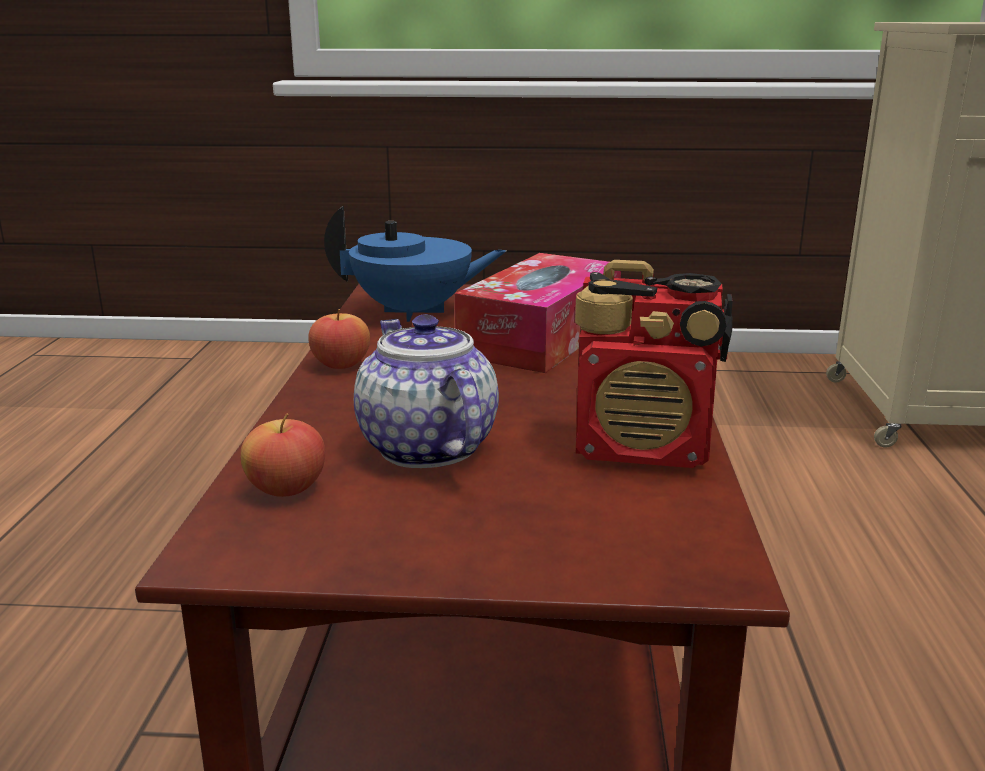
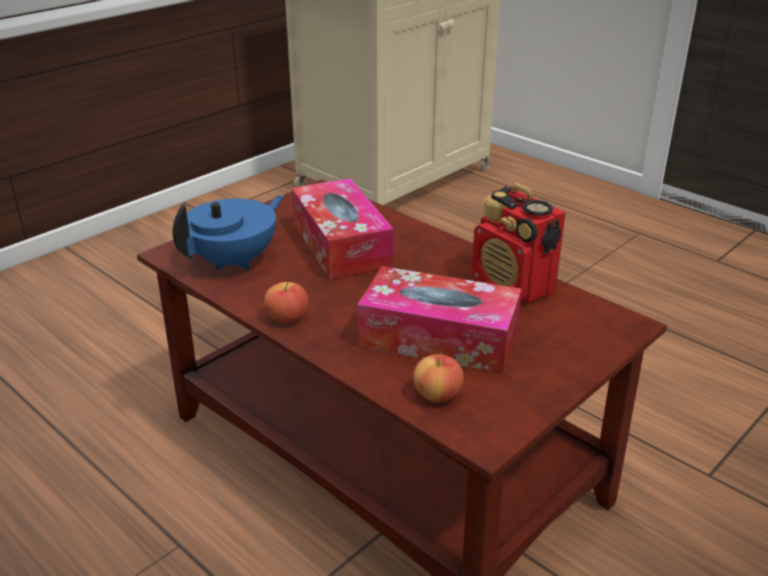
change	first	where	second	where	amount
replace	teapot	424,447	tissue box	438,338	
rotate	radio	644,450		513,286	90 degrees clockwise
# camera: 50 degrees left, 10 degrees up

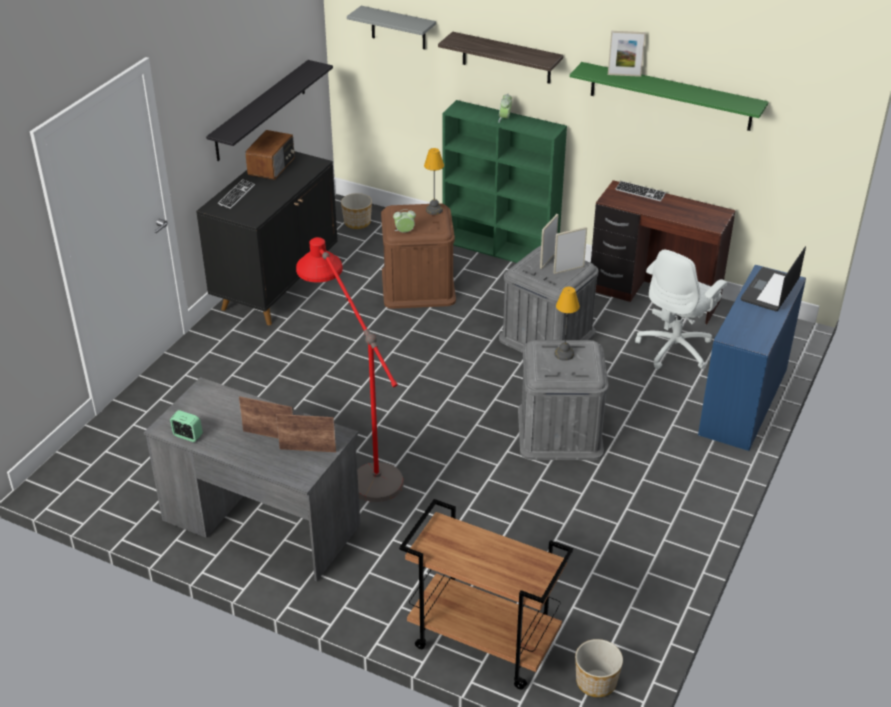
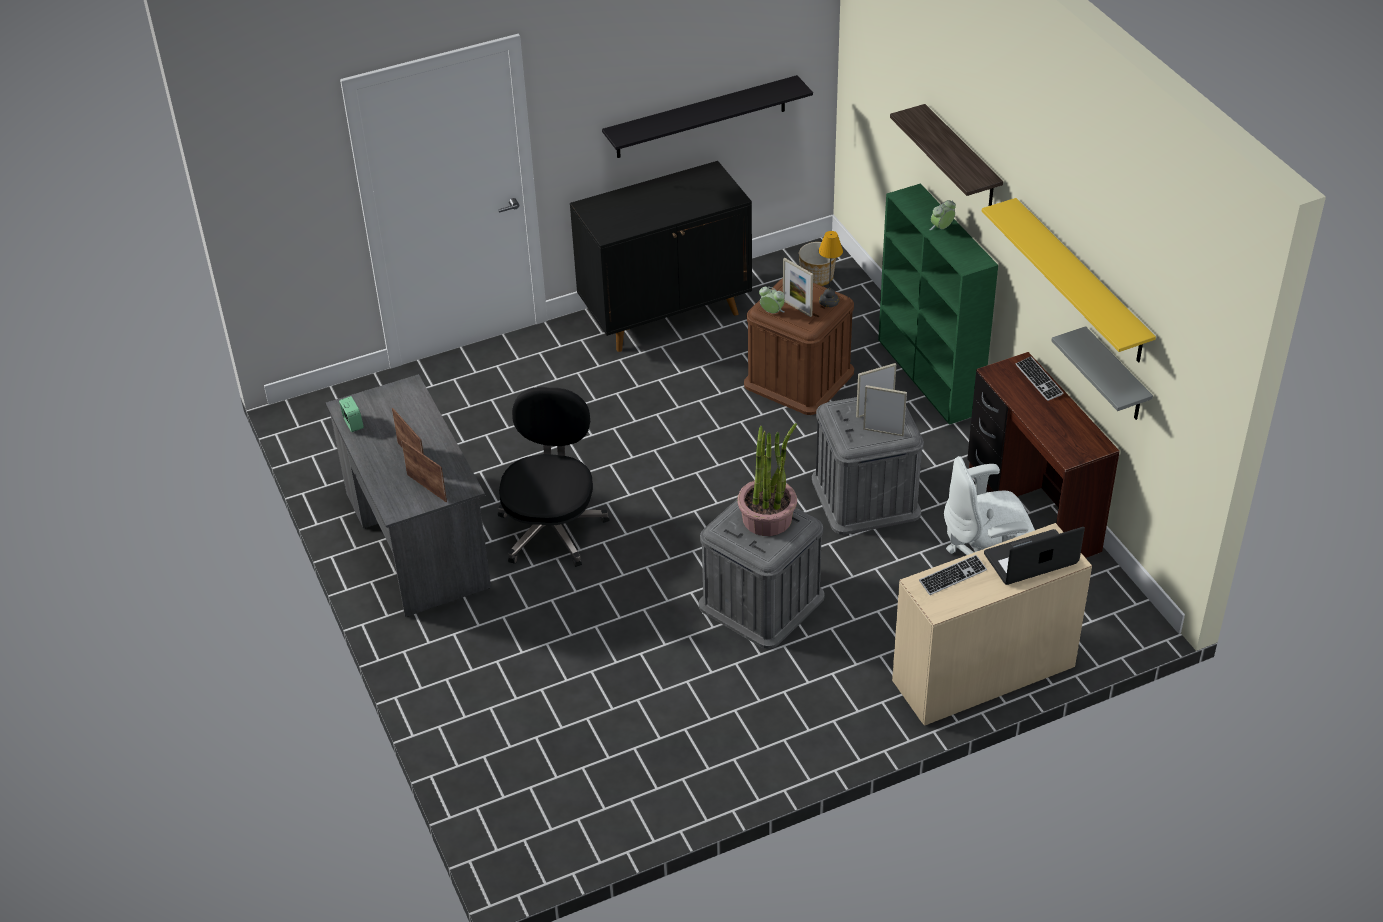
change	first	where	second	where	amount
move	keyboard	236,195		952,576	
delete	radio	272,166			
replace	floor lamp/red	358,461	office chair/black	552,528	
move	shelf/grey	398,28		1116,377	
delete	cart/brown	482,643			
replace	table lamp	563,354	potted plant	767,518	
recolor	shelf/green	670,96	shelf/yellow	1080,281	
delete	planter	596,682			
move	picture frame	624,75		797,308	
recolor	desk/blue	742,401	desk/beige	982,673	
# camera: 40 degrees right, 5 degrees up

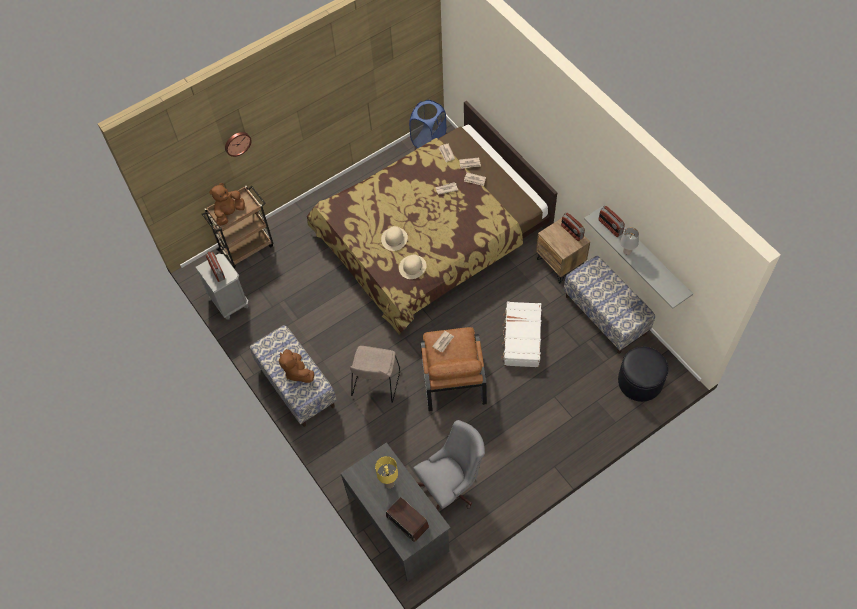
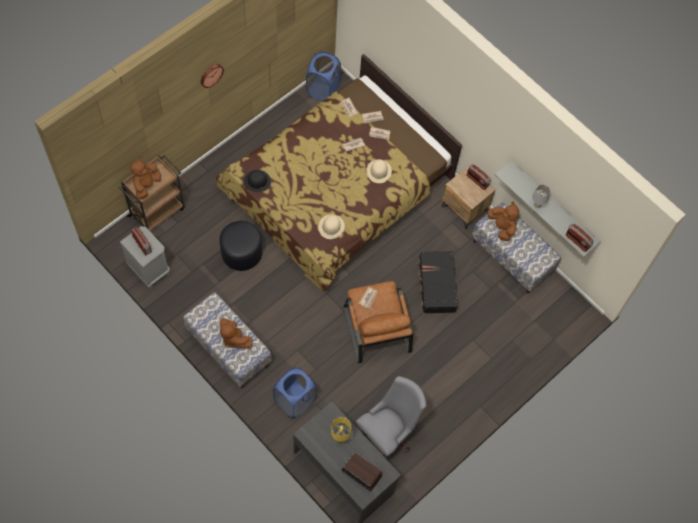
change	first	where	second	where	amount
move	wall clock	237,143		211,75	
delete	chair/beige	375,384			
move	hat/beige	394,239		379,171	
recolor	suitcase/white	521,338	suitcase/black	436,285	
move	radio	610,227		577,241	
move	ottoman/black	640,381		241,252	
insert			hat/black	257,181	
insert			laundry basket/blue	295,401	
insert			plush toy/brown	502,227	
# camera: 15 degrees left, 5 degrees up

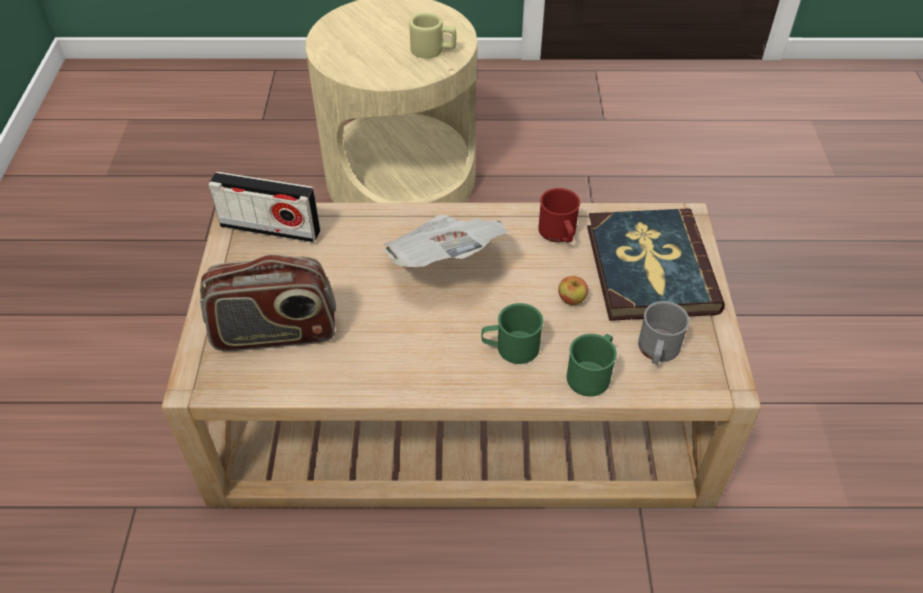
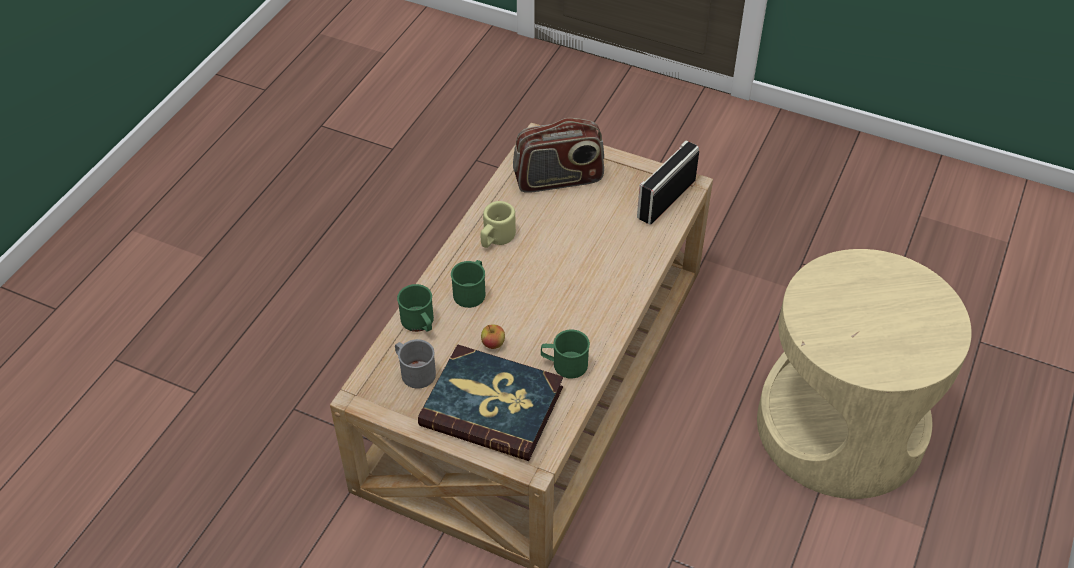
change	first	where	second	where	amount
rotate	radio	275,333		558,179	120 degrees counterclockwise
delete	newspaper	443,261			
move	mug/beige	433,50		496,238	
recolor	mug/red	559,234	mug/green	564,364	
# camera: 115 degrees right, 0 degrees up

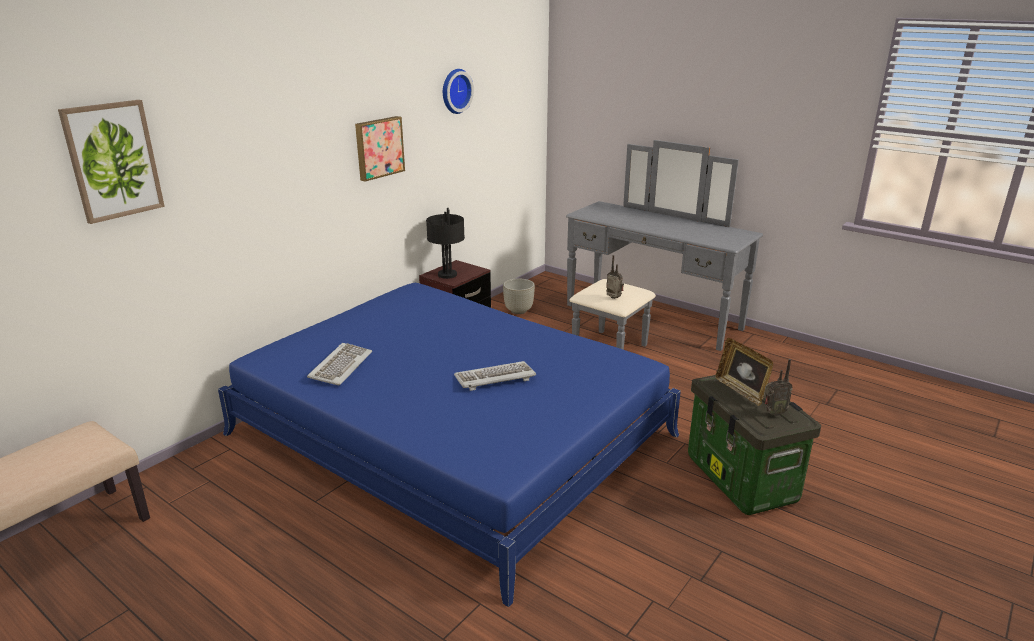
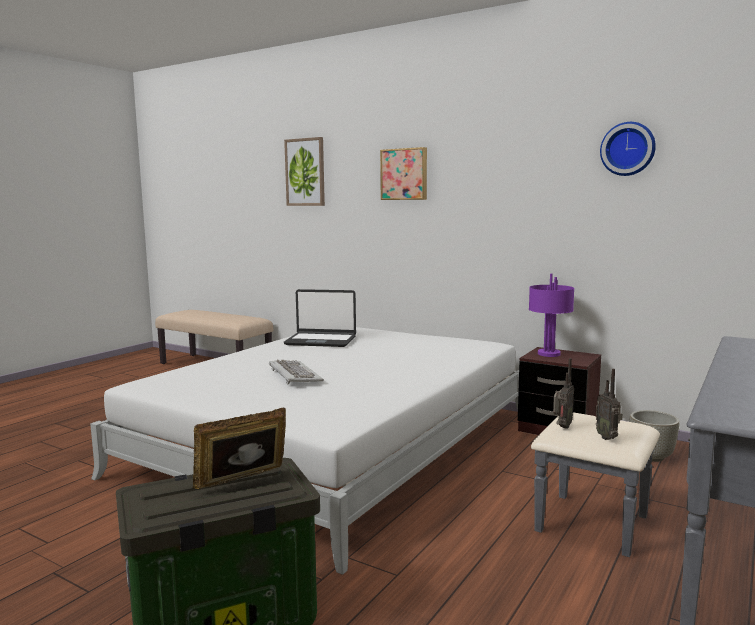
change	first	where	second	where	amount
recolor	bed/blue	451,435	bed/white	335,443	
replace	keyboard	340,366	laptop	321,341	
move	picture	378,147		404,174	
recolor	table lamp/black	446,275	table lamp/purple	548,354	
move	radio	773,413		607,437	
# camera: 85 degrees right, 15 degrees down

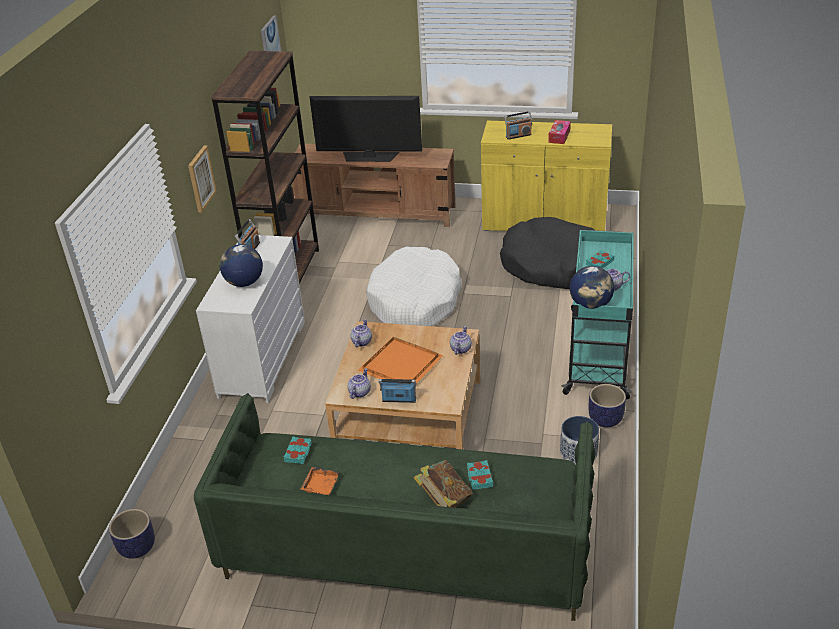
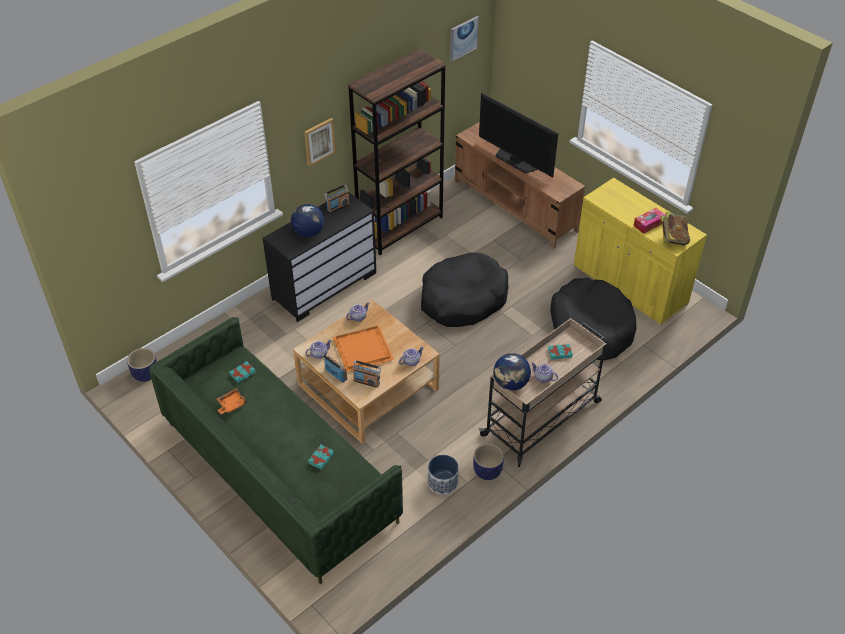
change	first	where	second	where	amount
recolor	dresser/white	262,358	dresser/black	324,286	
recolor	dog bed/white	415,301	dog bed/black	463,299	
move	book	444,500		672,238	
move	radio	518,135		366,381	
recolor	cart/turquoise	598,351	cart/beige	542,418	
# camera: 35 degrees right, 10 degrees up

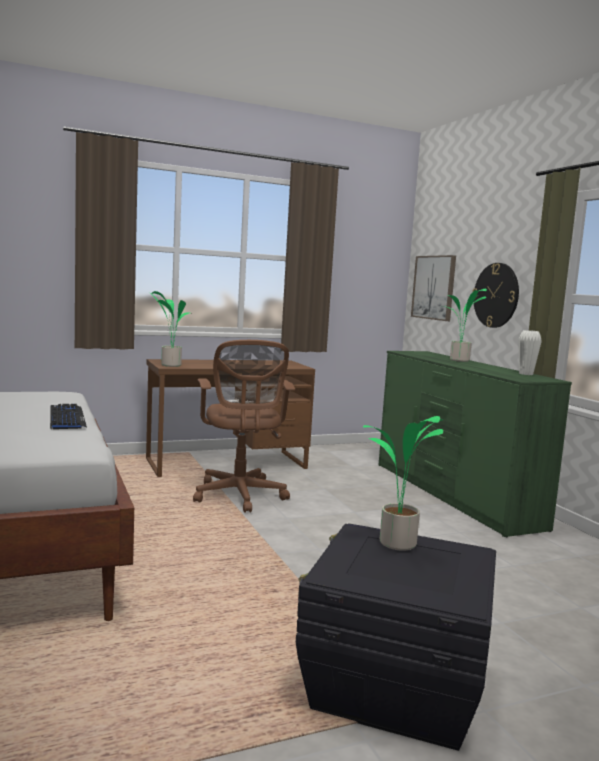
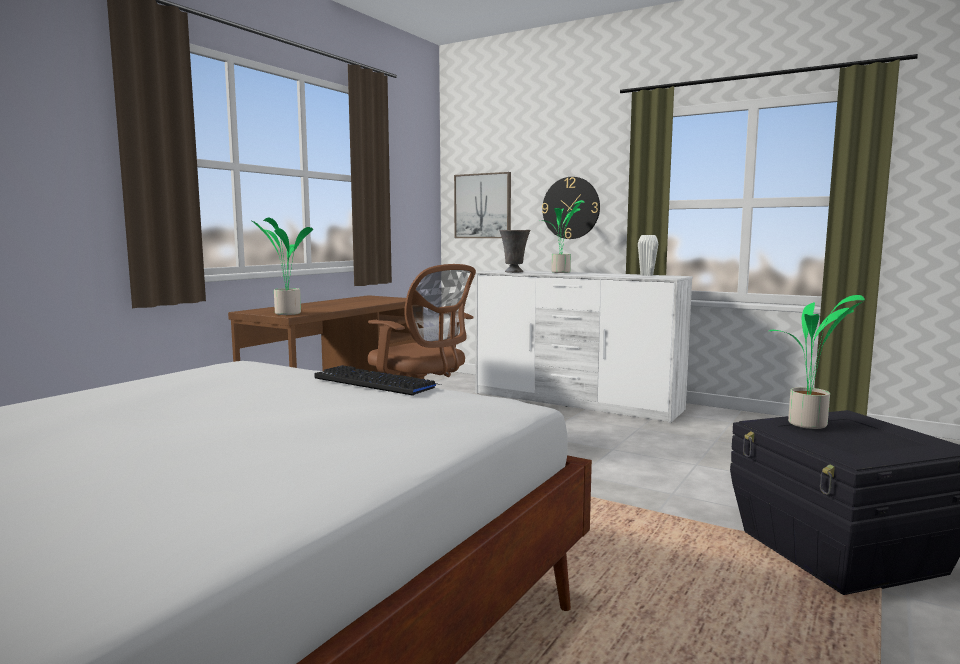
change	first	where	second	where	amount
recolor	dresser/green	453,494	dresser/white	575,402	
insert			vase/grey	514,272	
# camera: 35 degrees left, 0 degrees up

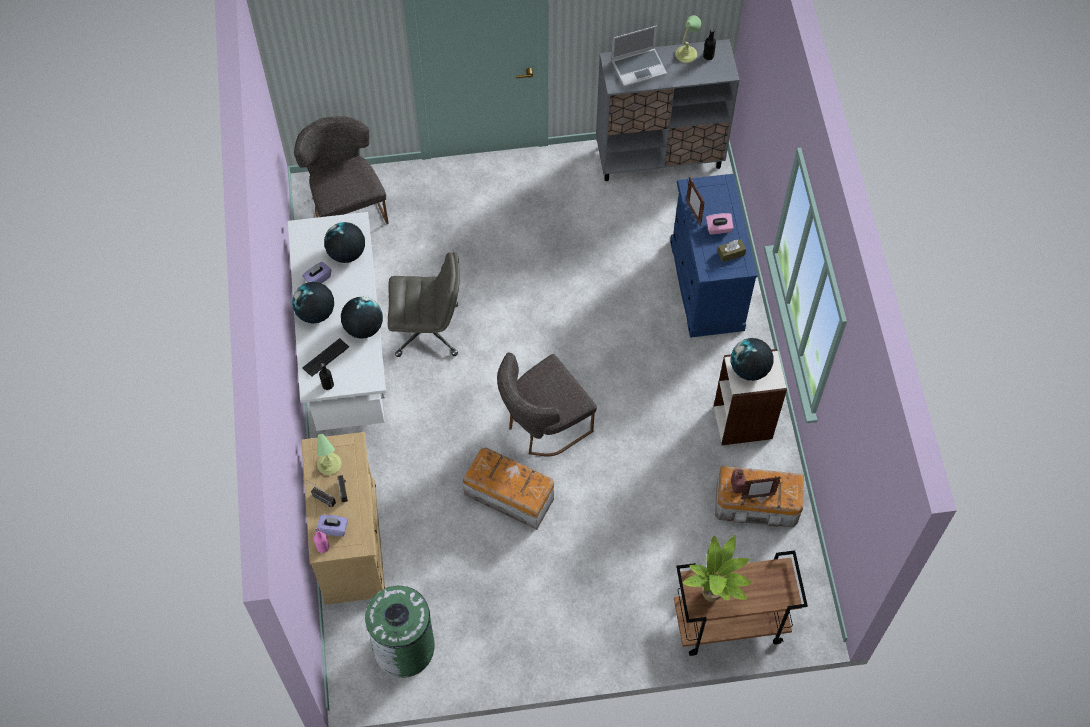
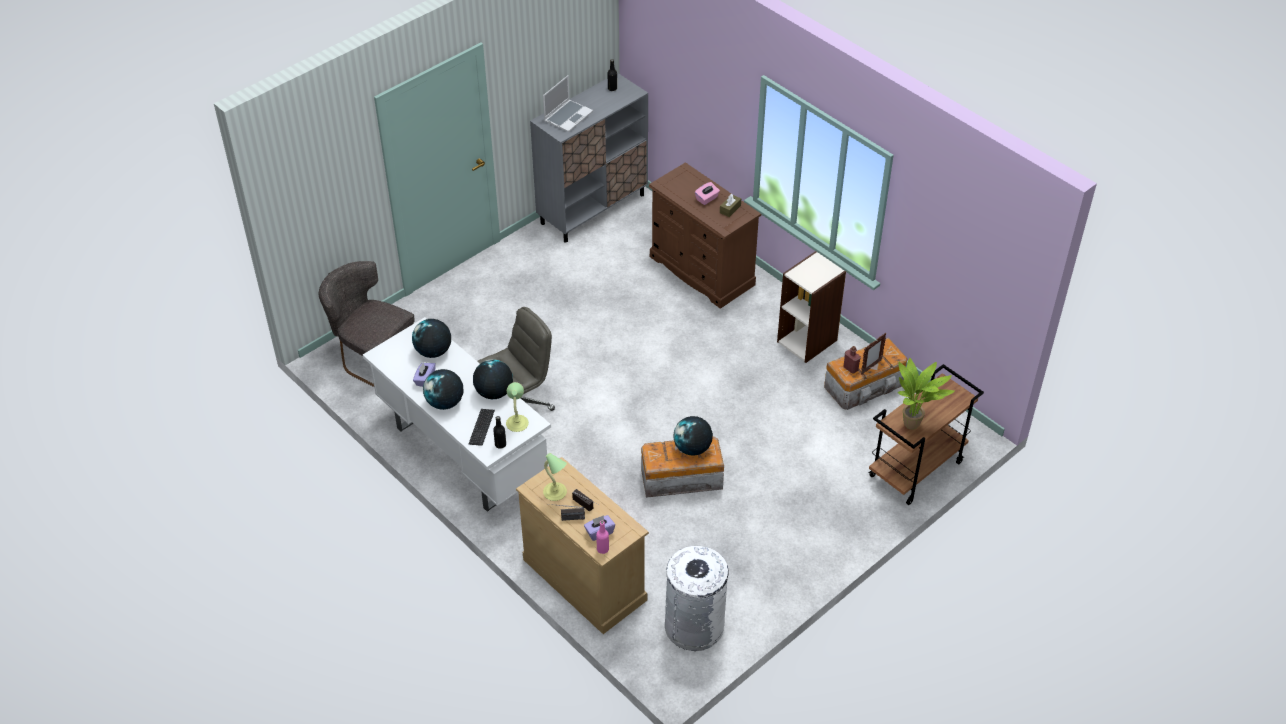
change	first	where	second	where	amount
recolor	trash can/green	404,648	trash can/white	694,626	
delete	chair/grey	543,426			
recolor	dresser/blue	706,285	dresser/brown	701,271	
move	table lamp	686,54		517,423	
delete	picture frame	693,213			
move	globe	749,369		692,448	
# camera: 35 degrees left, 15 degrees down

